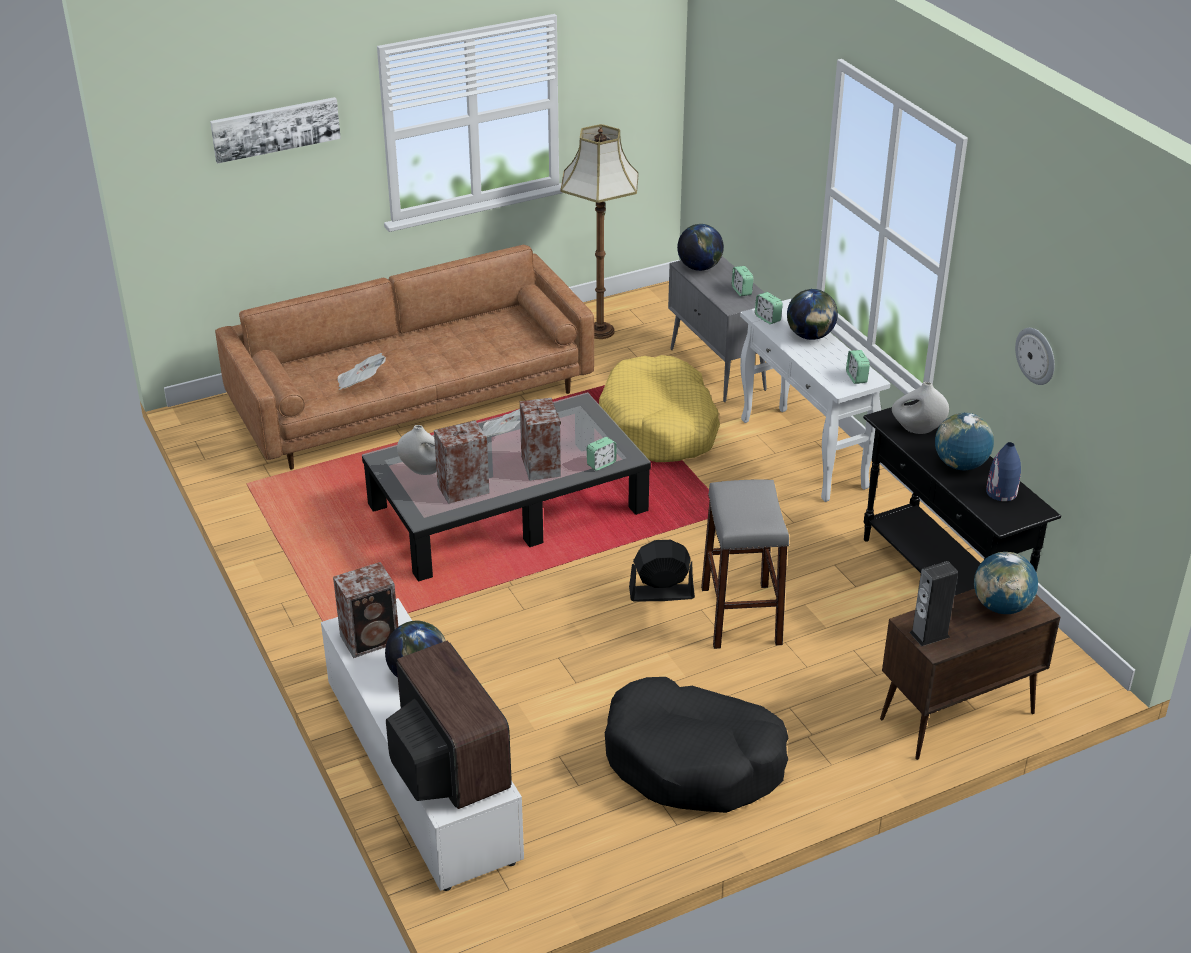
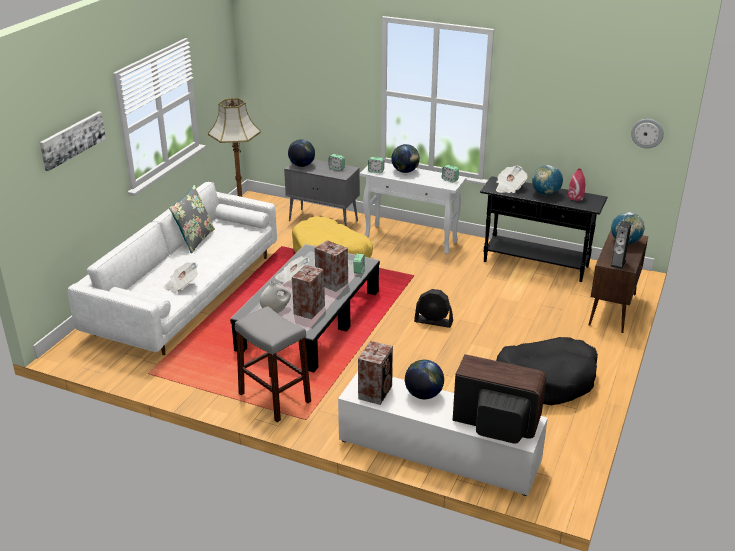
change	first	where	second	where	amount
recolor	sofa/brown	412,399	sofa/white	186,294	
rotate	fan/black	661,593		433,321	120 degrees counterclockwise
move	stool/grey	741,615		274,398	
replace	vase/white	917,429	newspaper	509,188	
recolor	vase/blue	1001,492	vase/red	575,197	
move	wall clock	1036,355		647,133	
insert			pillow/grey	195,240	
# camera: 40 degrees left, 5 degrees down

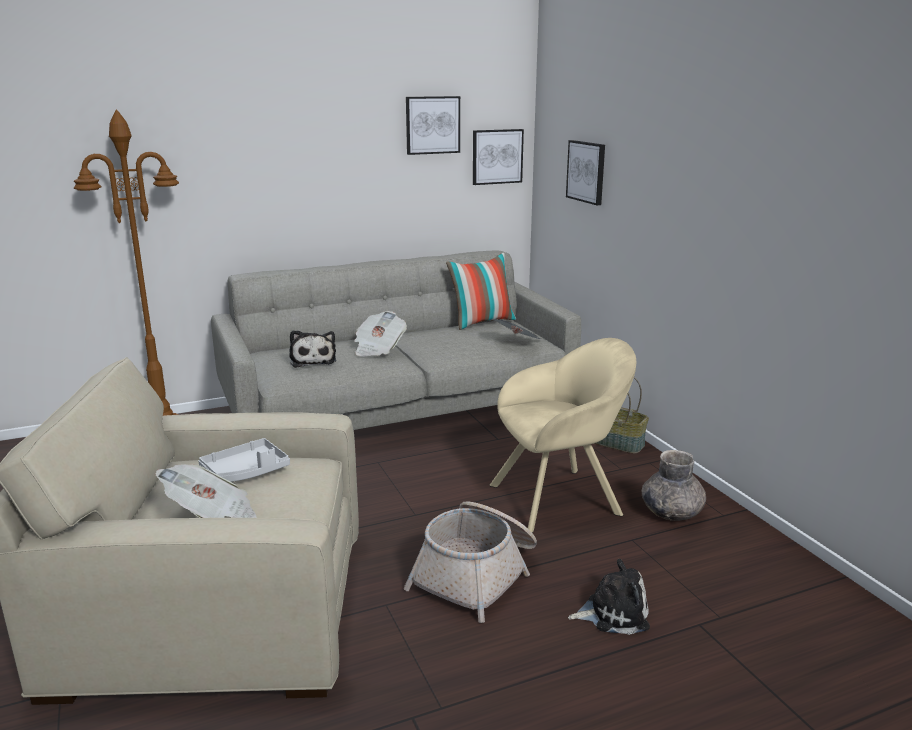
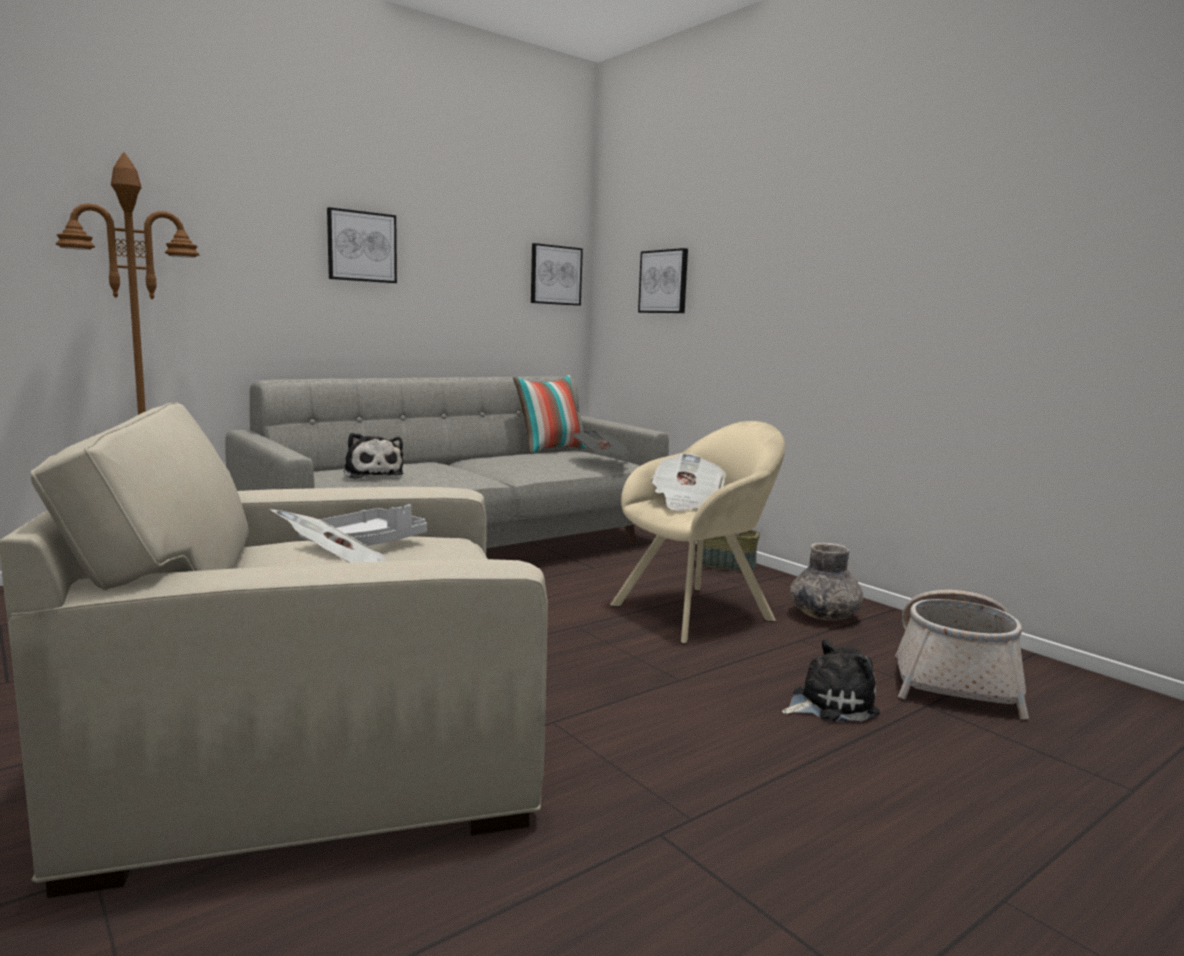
change	first	where	second	where	amount
move	newspaper	378,348		686,503	
move	basket	477,574		954,678	
move	picture	432,125		361,246	
# camera: 15 degrees left, 10 degrees down

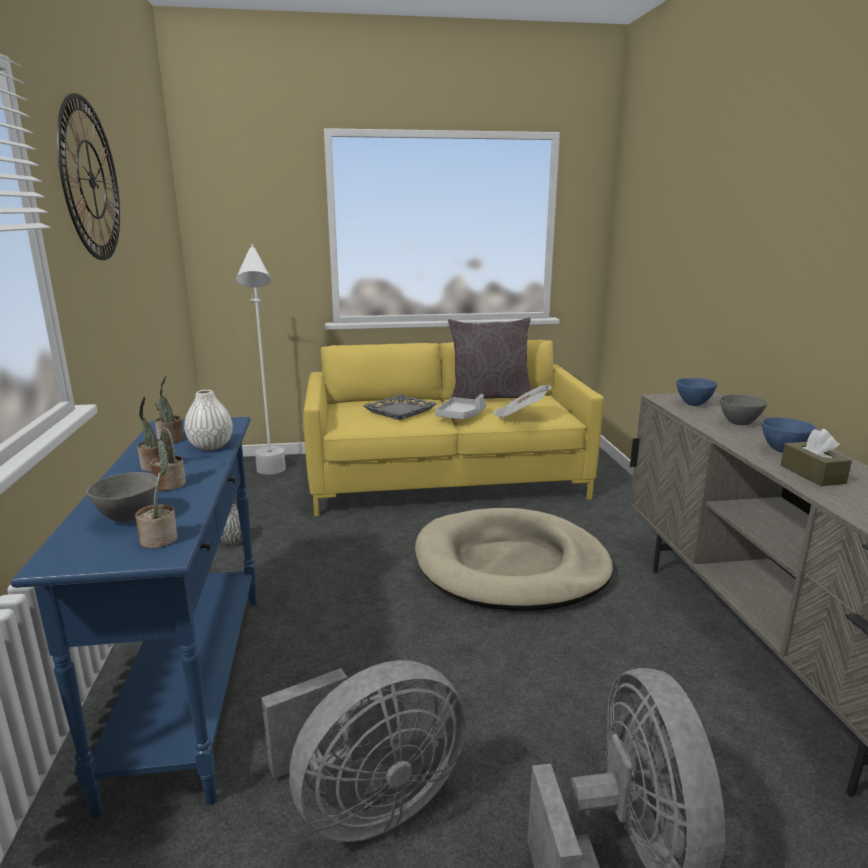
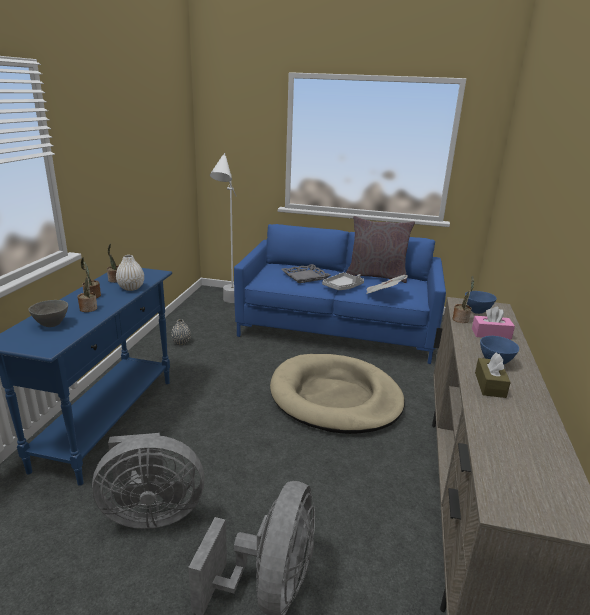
change	first	where	second	where	amount
delete	wall clock	91,180			
move	potted plant	161,538		461,319	
recolor	sofa/yellow	446,480	sofa/blue	337,328	
replace	bowl/grey	739,423	tissue box/pink	491,334	
# camera: 20 degrees right, 5 degrees up

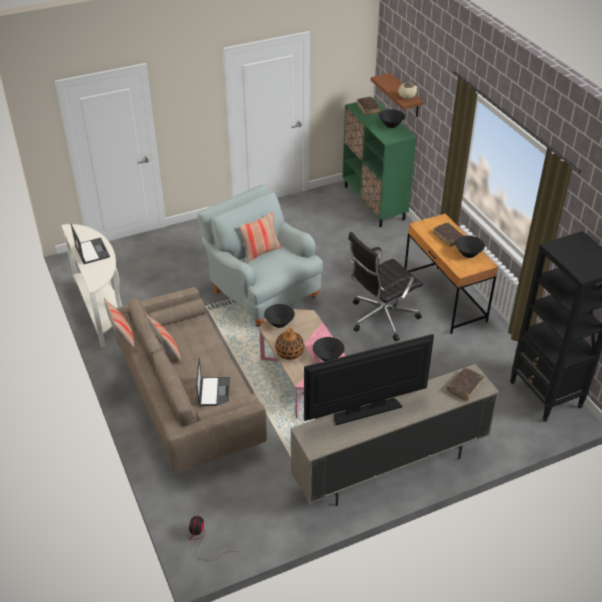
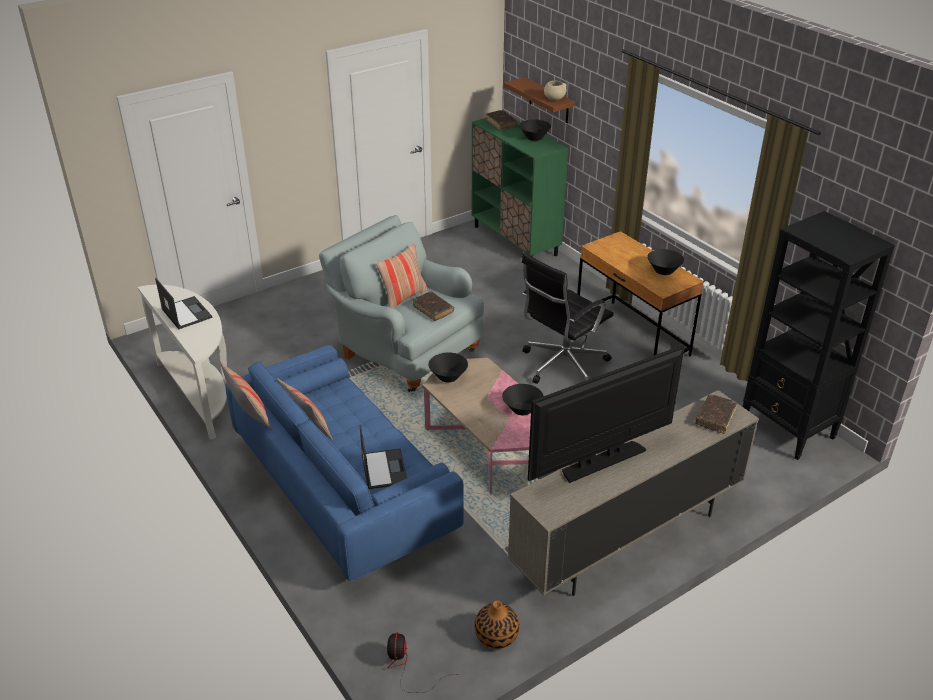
change	first	where	second	where	amount
recolor	sofa/beige	189,398	sofa/blue	343,487	
move	vase	290,353		496,635	
move	book/brown	448,237		433,309	
# camera: 10 degrees left, 5 degrees down

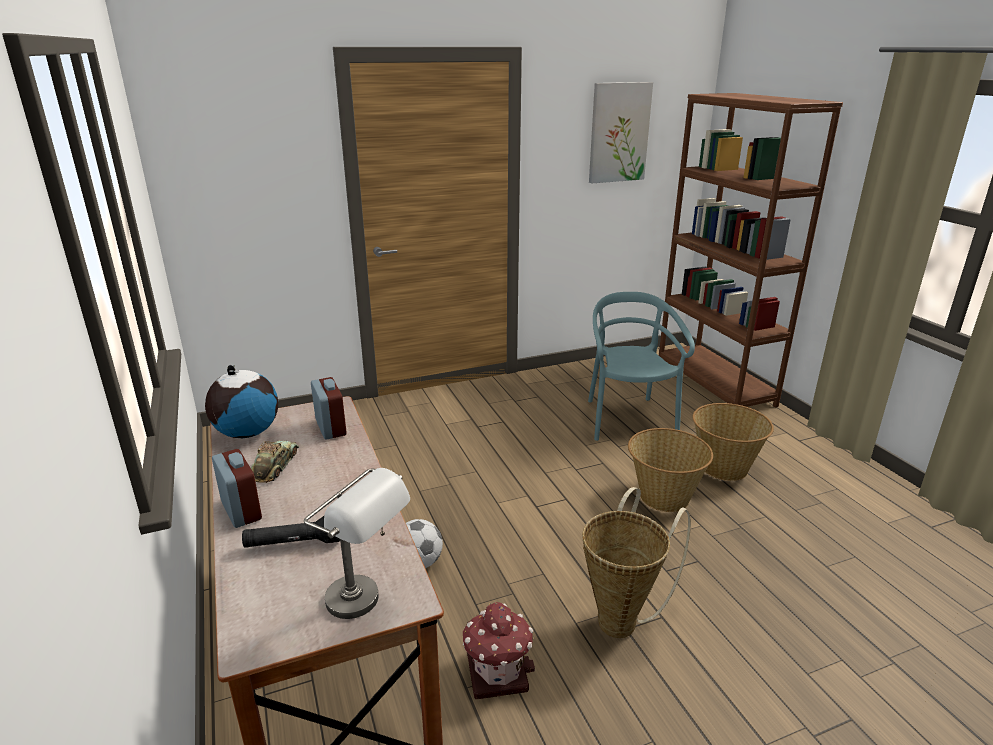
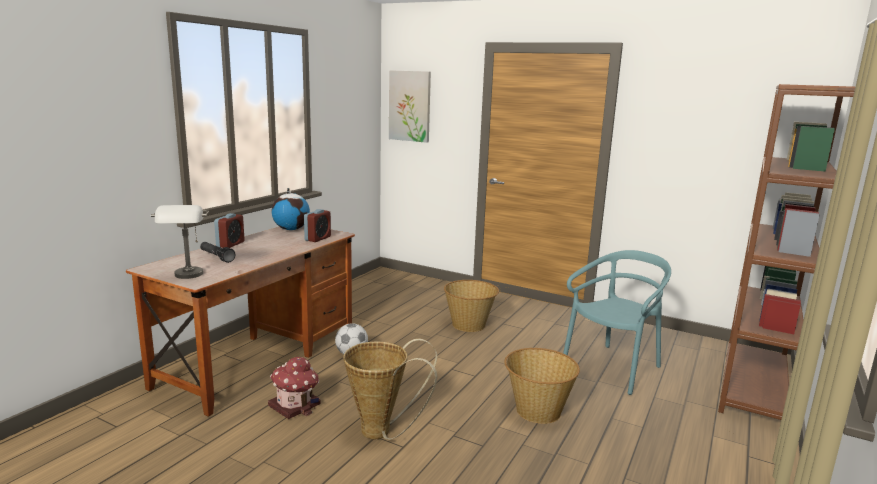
change	first	where	second	where	amount
delete	toy car	275,466			
move	picture	618,132		410,106	
move	basket	724,467		469,325	
# camera: 50 degrees right, 10 degrees down

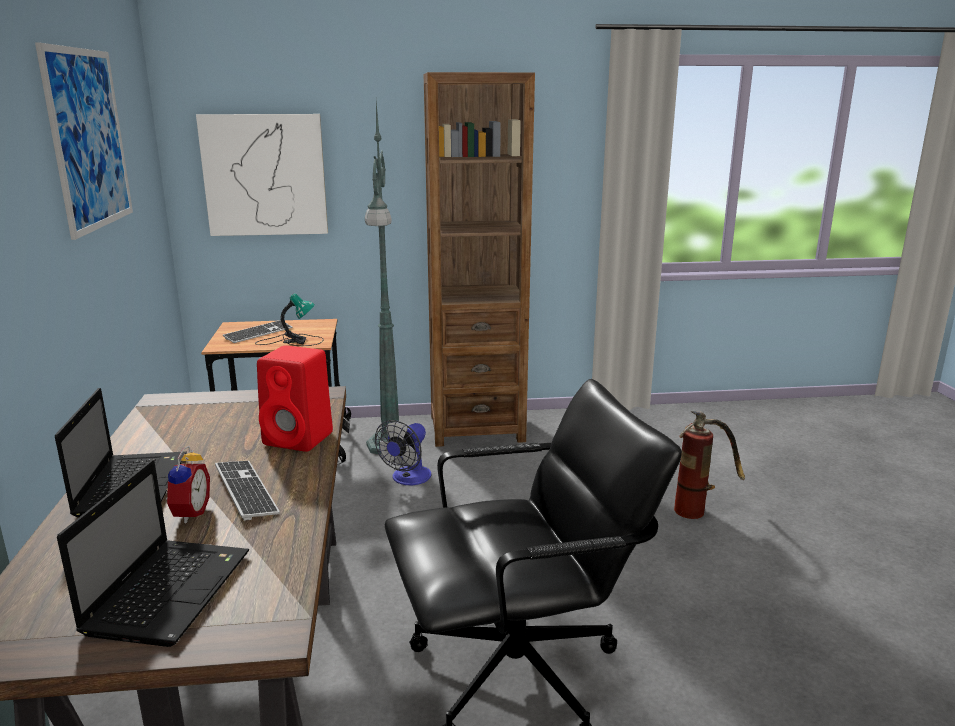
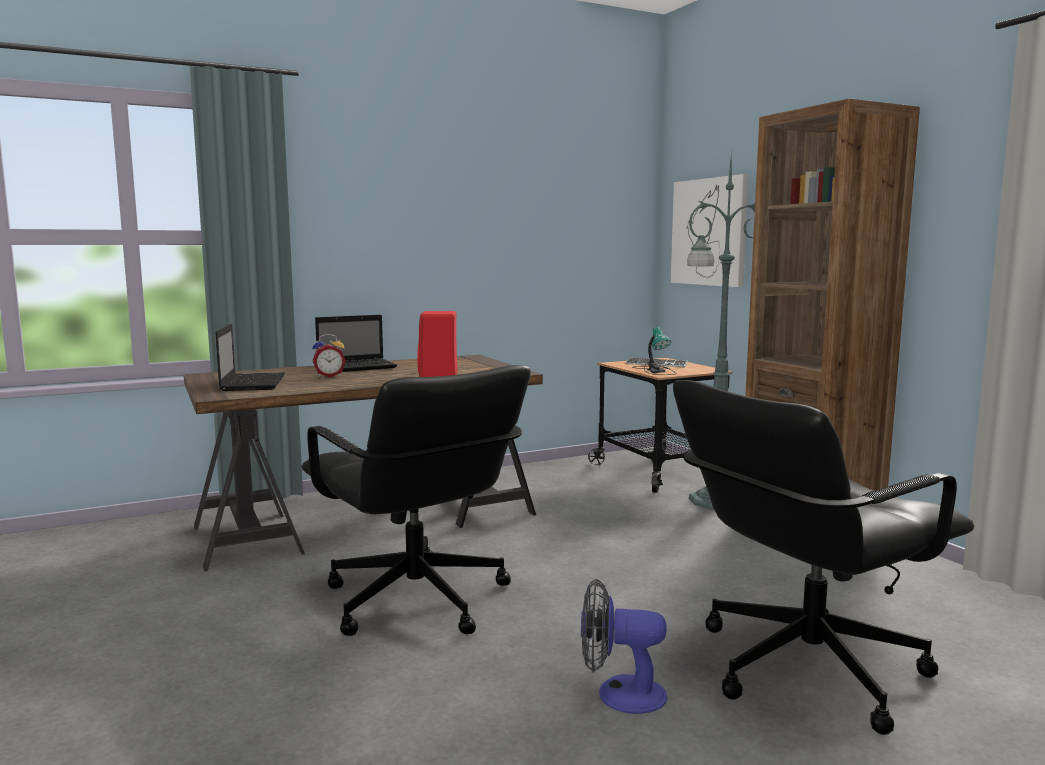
change	first	where	second	where	amount
delete	picture	88,139			
rotate	laptop	170,590		253,383	90 degrees counterclockwise
delete	keyboard	246,491			
move	fan	408,479		619,694	
replace	fire extinguisher	698,507	office chair/black	805,667	
# camera: 70 degrees right, 10 degrees down

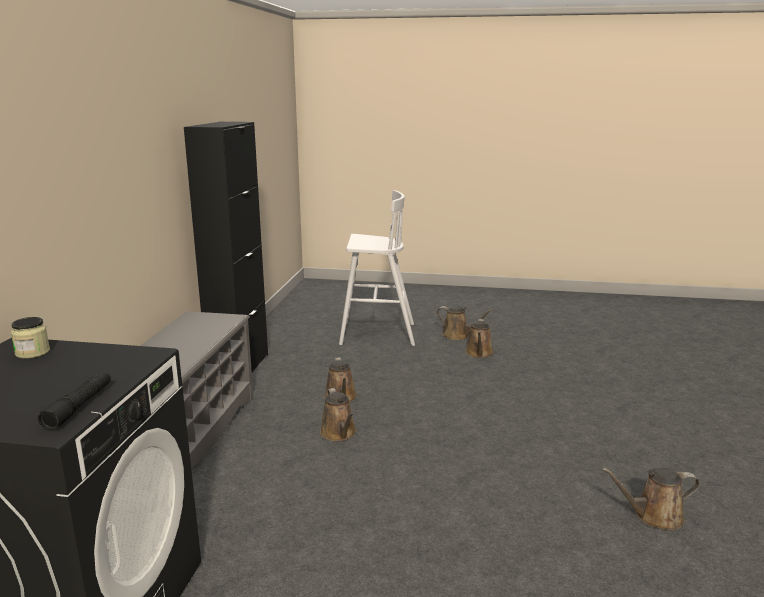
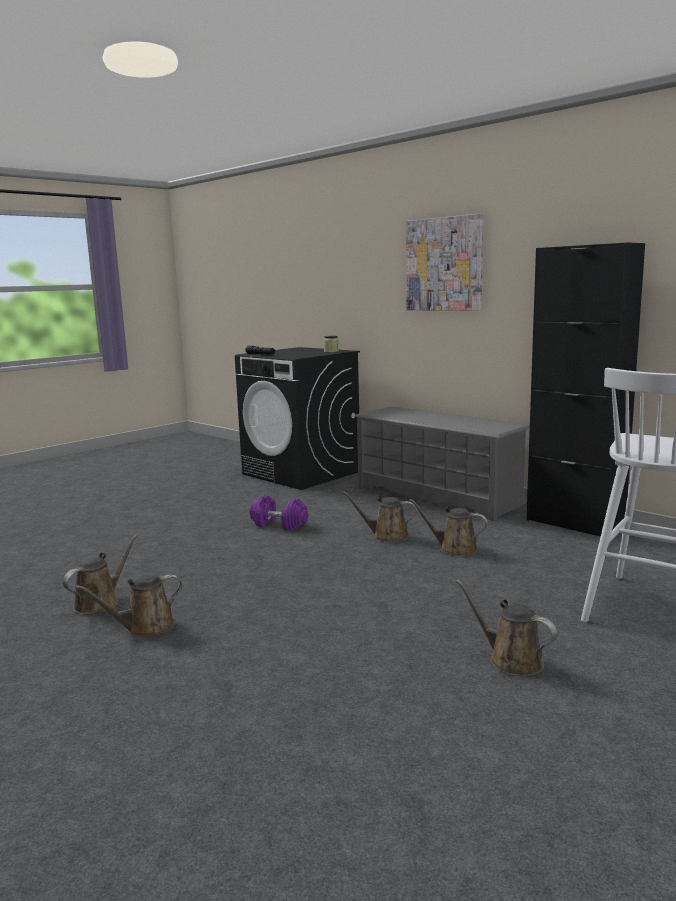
change	first	where	second	where	amount
move	watering can/brown	458,335		145,627	
insert			dumbbell/purple	278,524	
insert			picture	444,264	
# camera: 125 degrees right, 5 degrees down

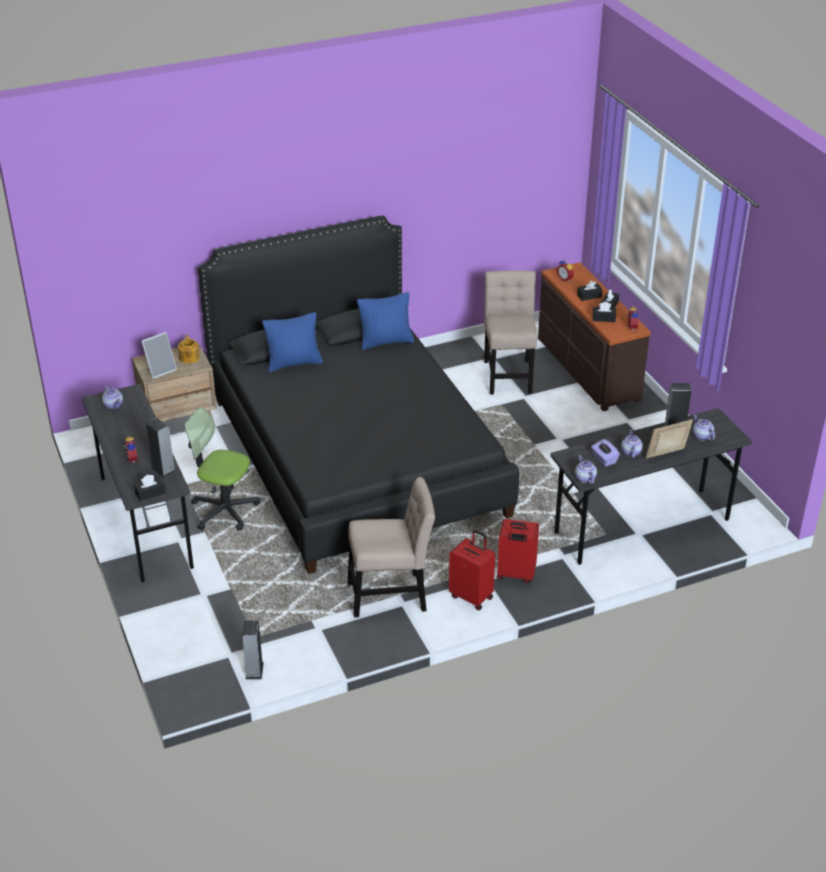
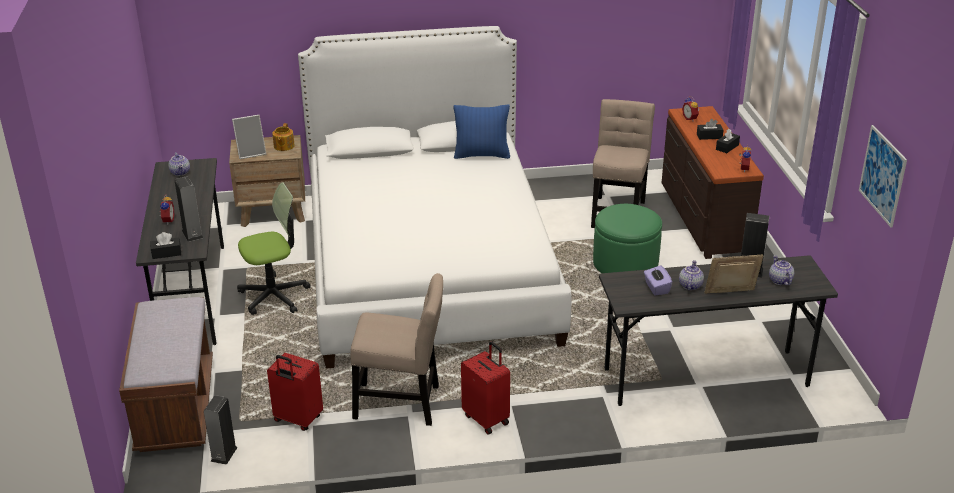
change	first	where	second	where	amount
rotate	office chair	224,510		274,296	120 degrees clockwise
recolor	bed/black	355,456	bed/white	428,265	
delete	pillow/blue	294,363			
move	suitcase/red	515,574		297,419	
delete	teapot	584,478			
delete	tissue box/black	603,318			
insert			bench/brown	176,407	
insert			ottoman/green	625,263	
insert			picture	882,175	
# camera: 15 degrees right, 5 degrees down

